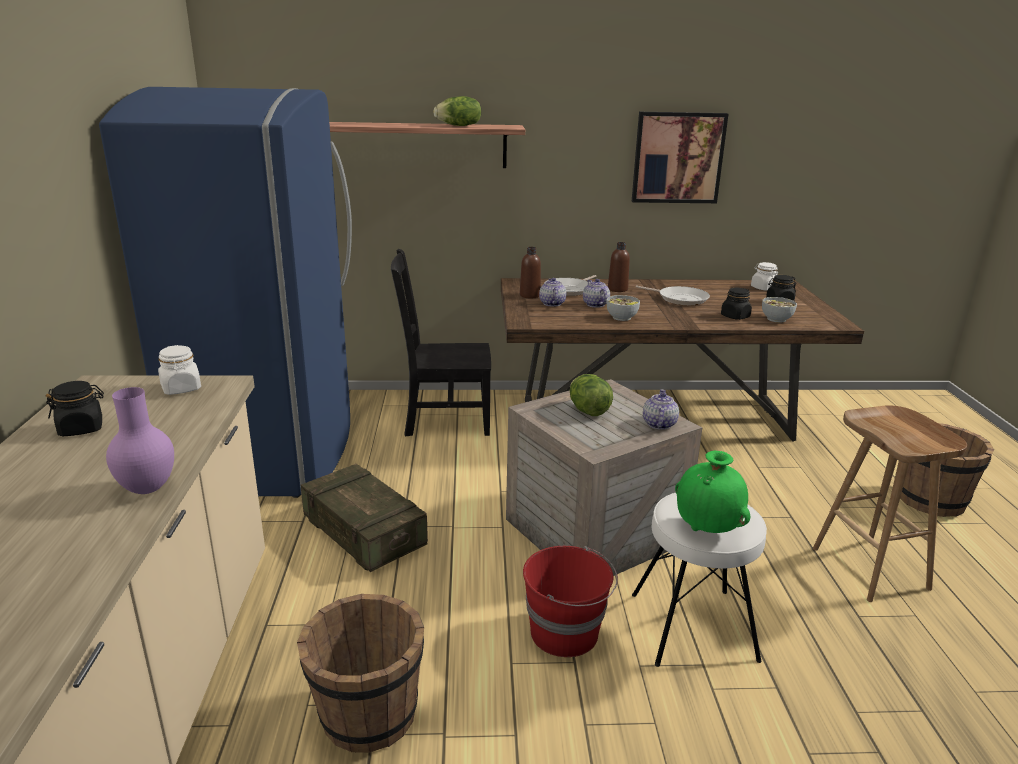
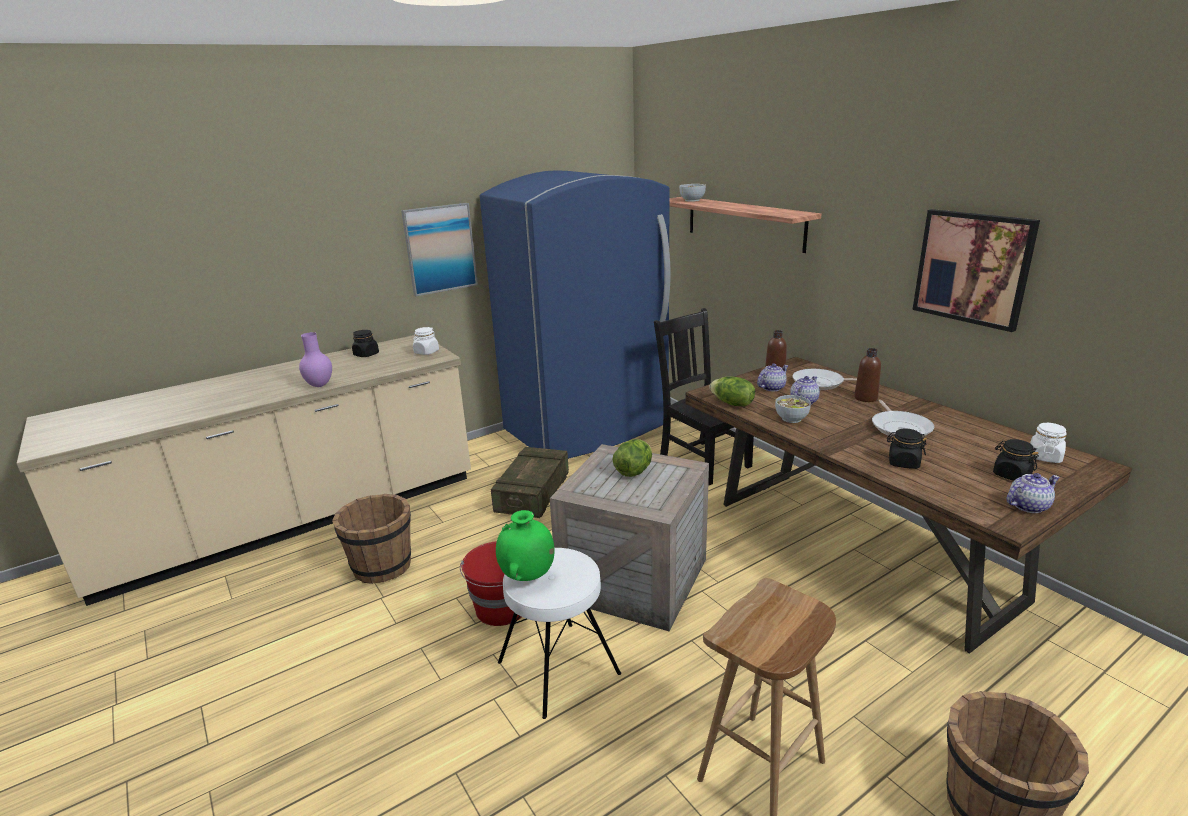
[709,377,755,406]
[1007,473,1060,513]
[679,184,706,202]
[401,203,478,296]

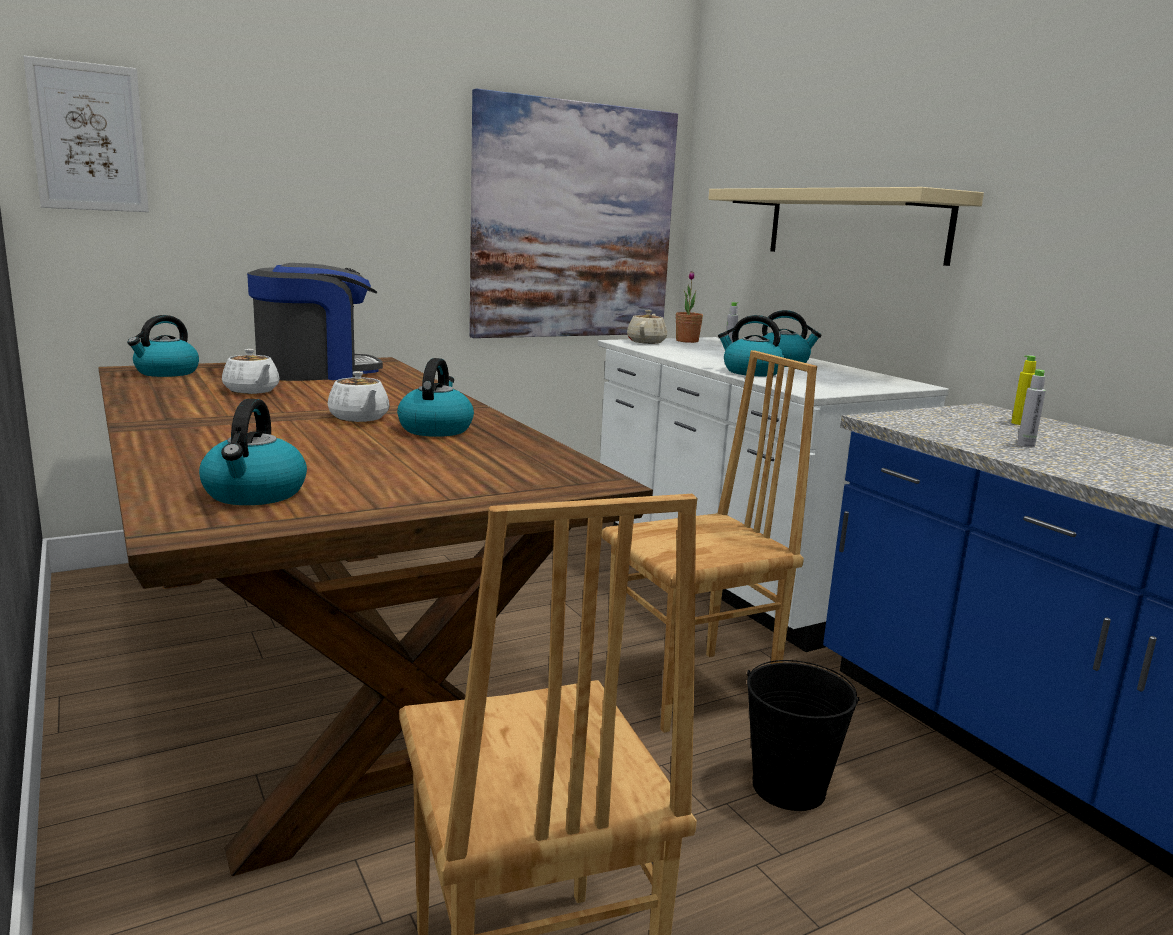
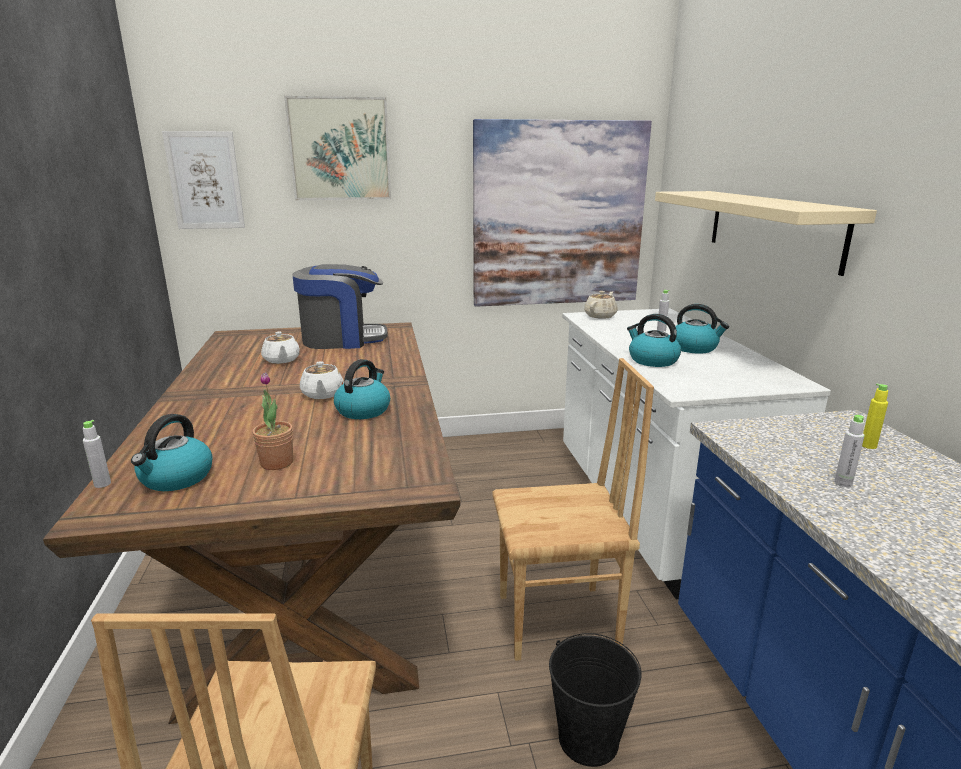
[127,315,199,377] (first image)
[252,372,293,470]
[83,420,111,488]
[284,96,391,200]

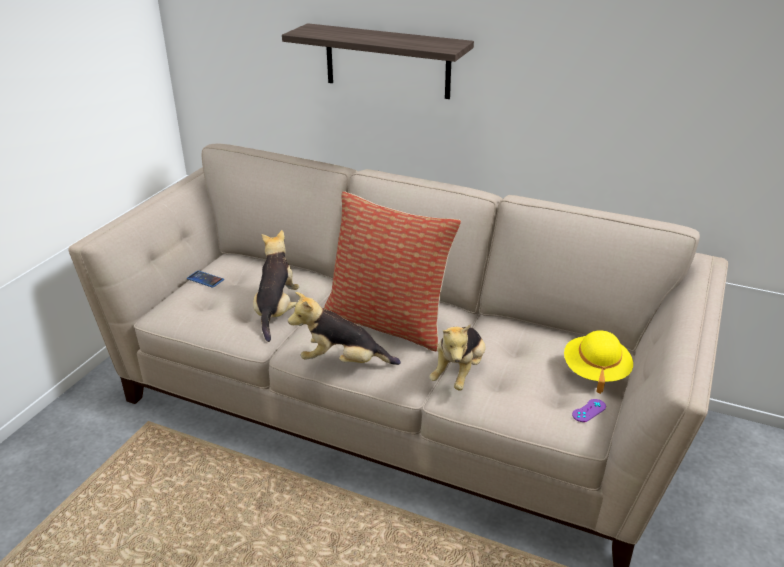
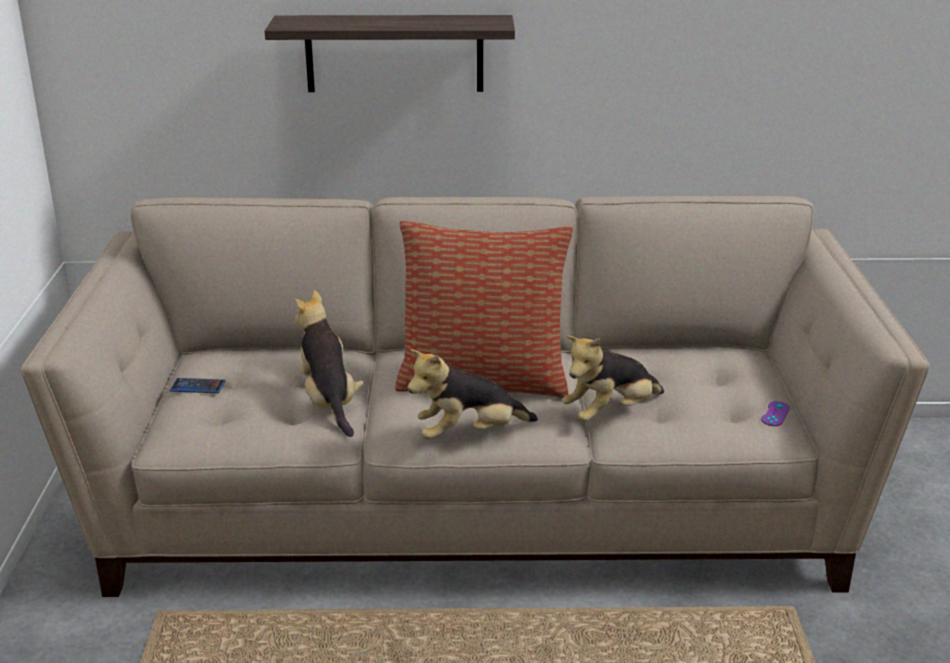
[562,336,664,422]
[564,330,633,394] (first image)

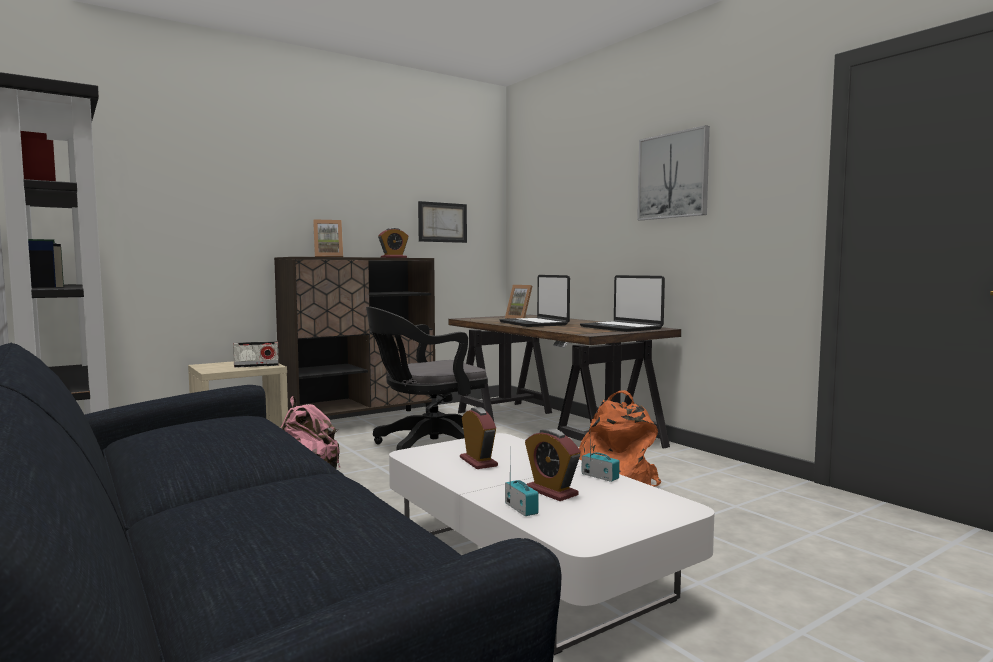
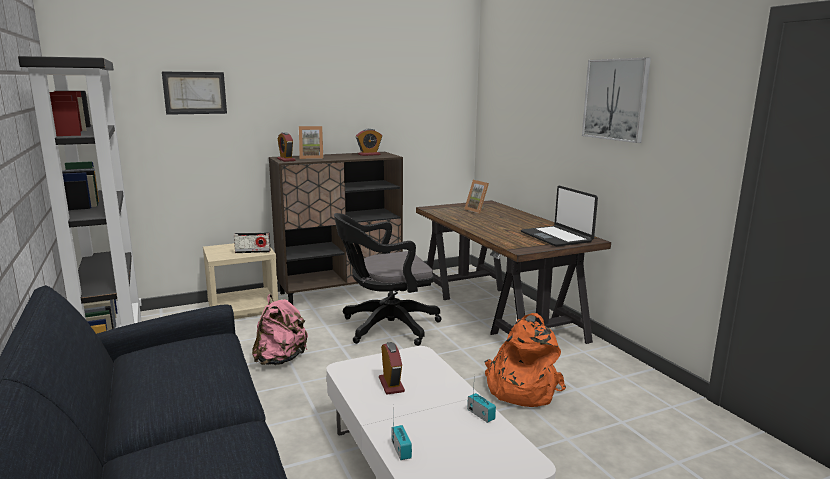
[162,72,227,115]
[499,275,570,327] (first image)
[277,132,295,162]

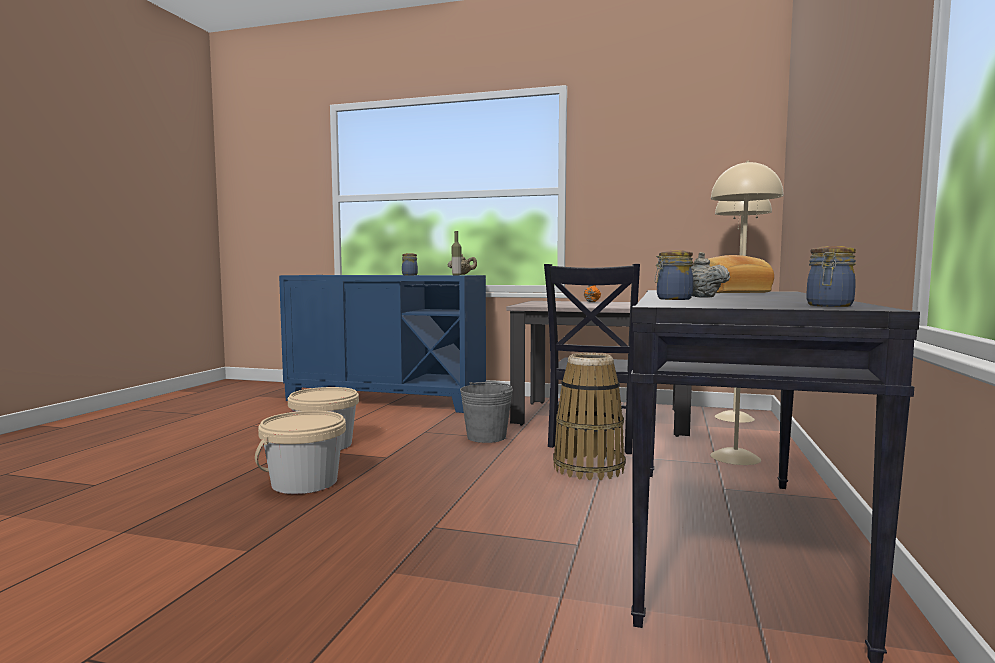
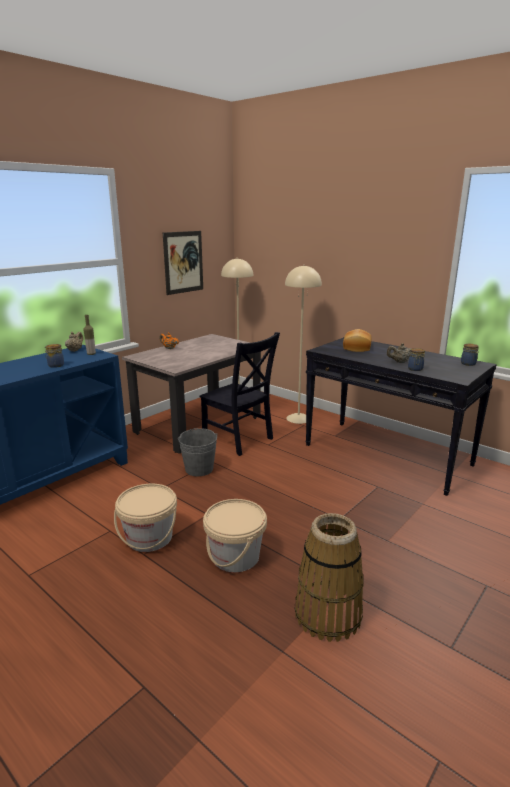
[295,513,364,642]
[163,231,203,295]

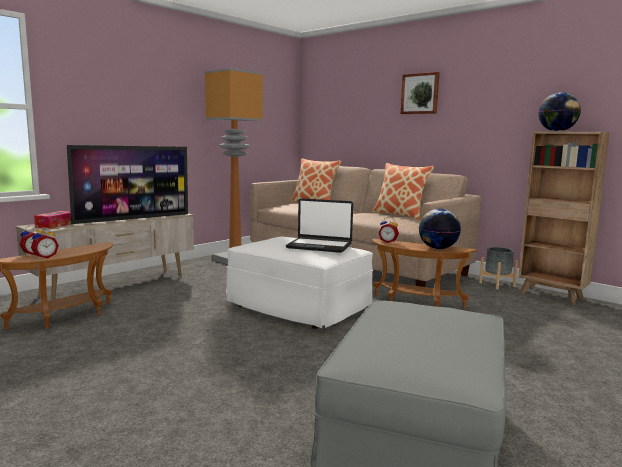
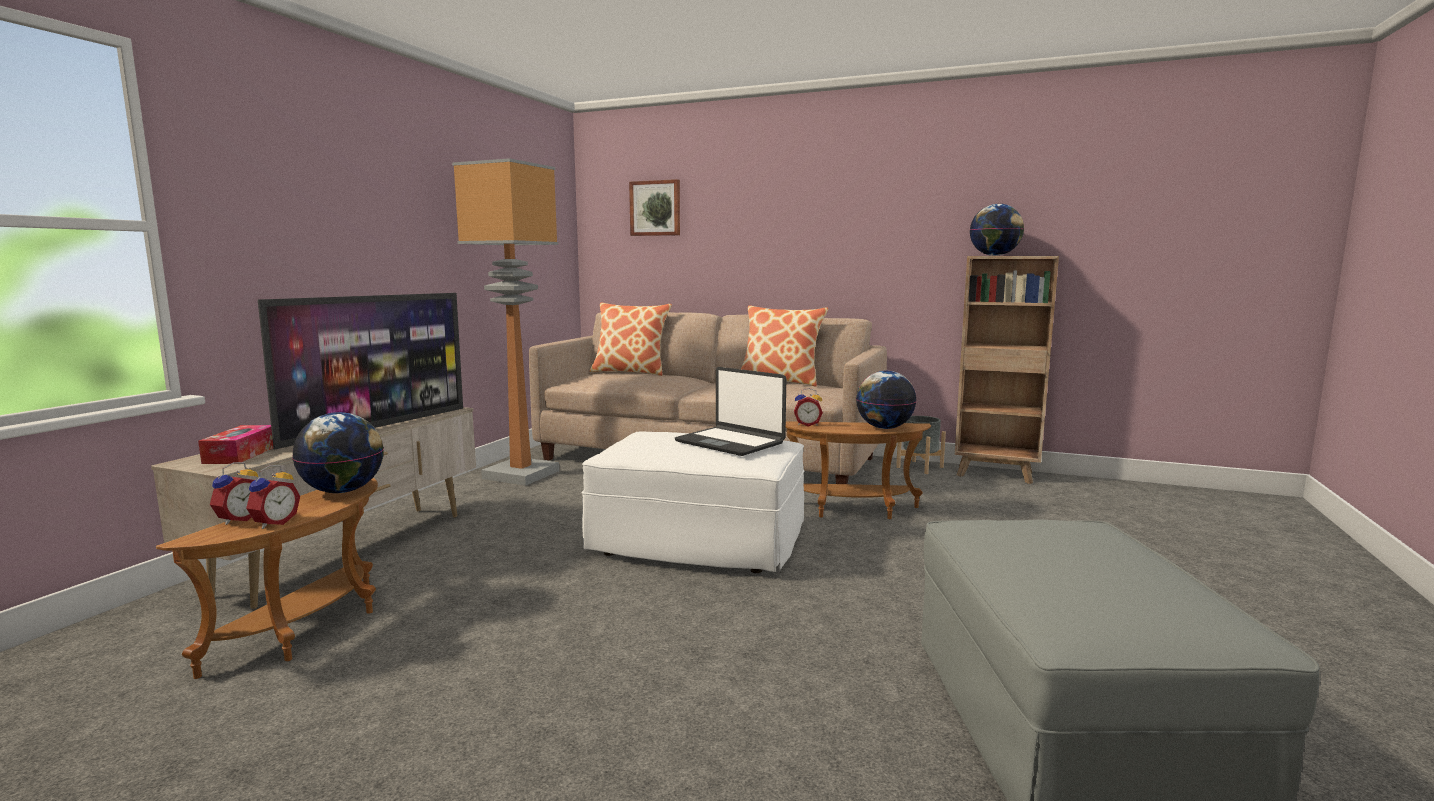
[675,367,786,456]
[629,179,680,236]
[292,412,384,493]

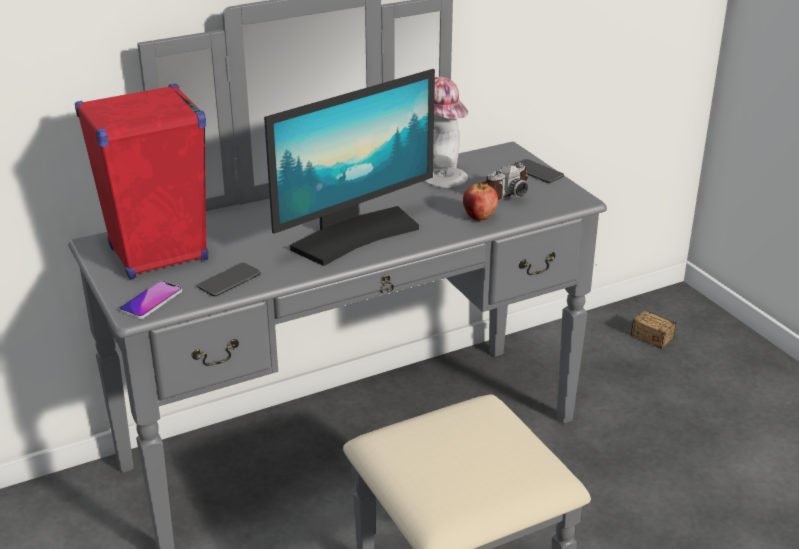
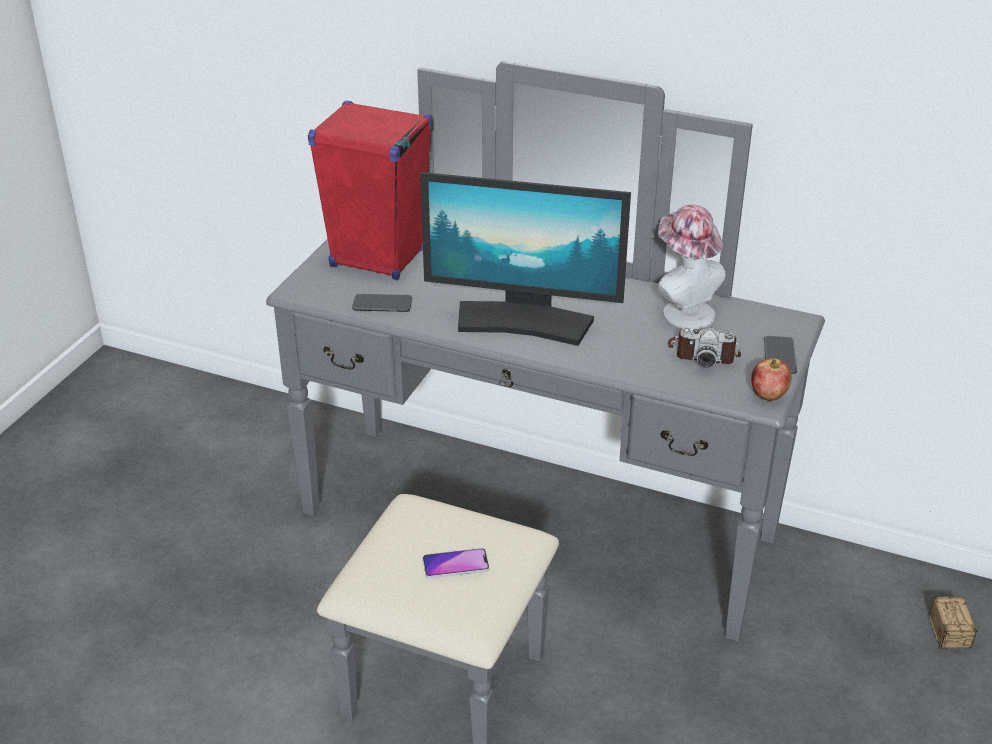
[423,548,489,579]
[751,358,791,401]

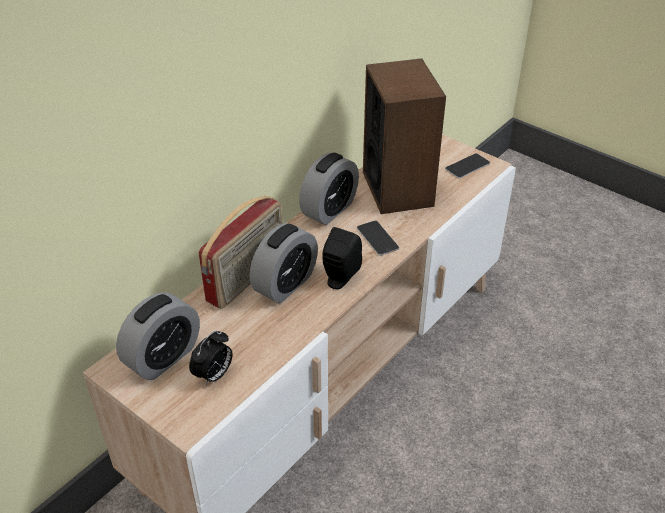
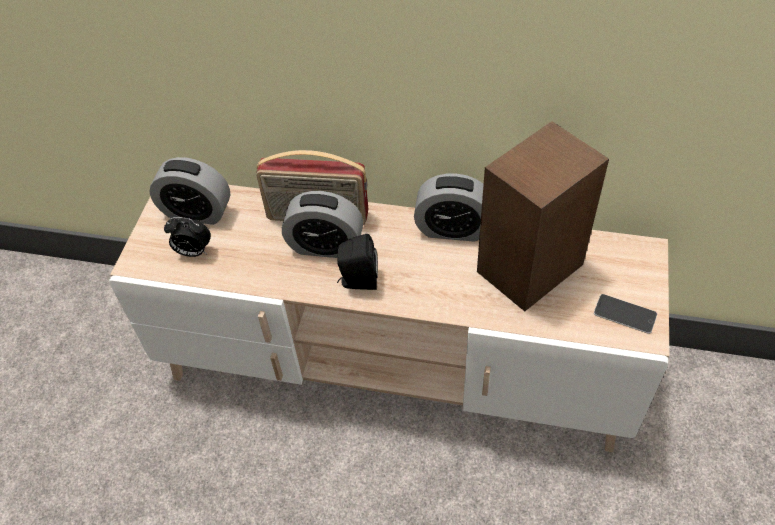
[357,220,399,256] (first image)

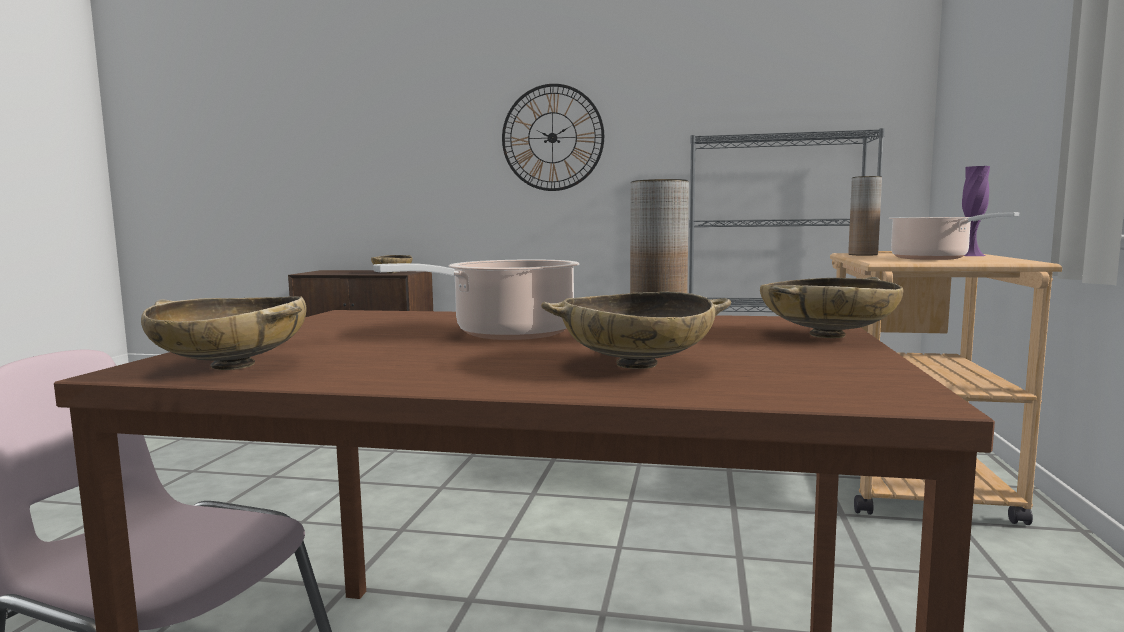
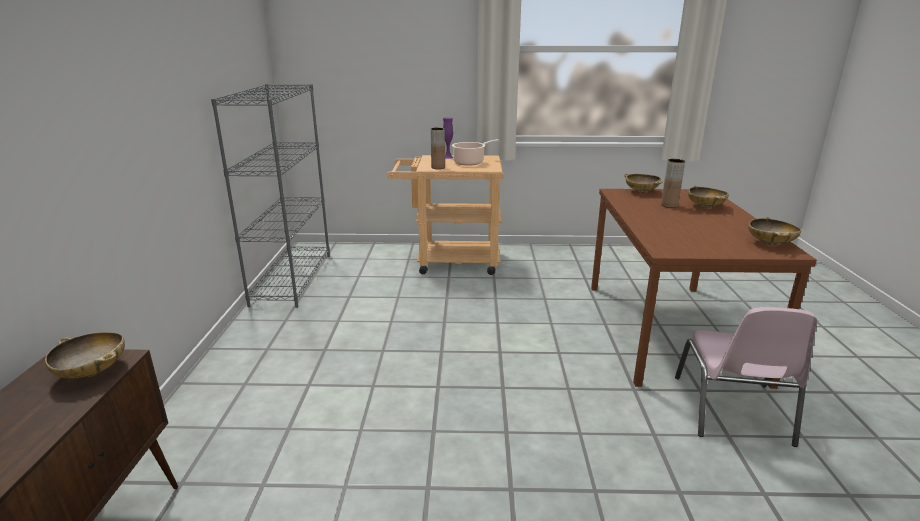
[373,260,579,340] (first image)
[502,84,604,191] (first image)

